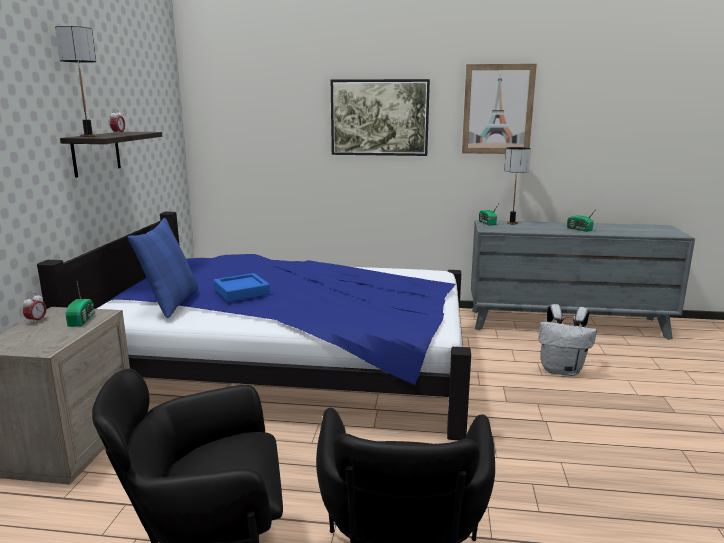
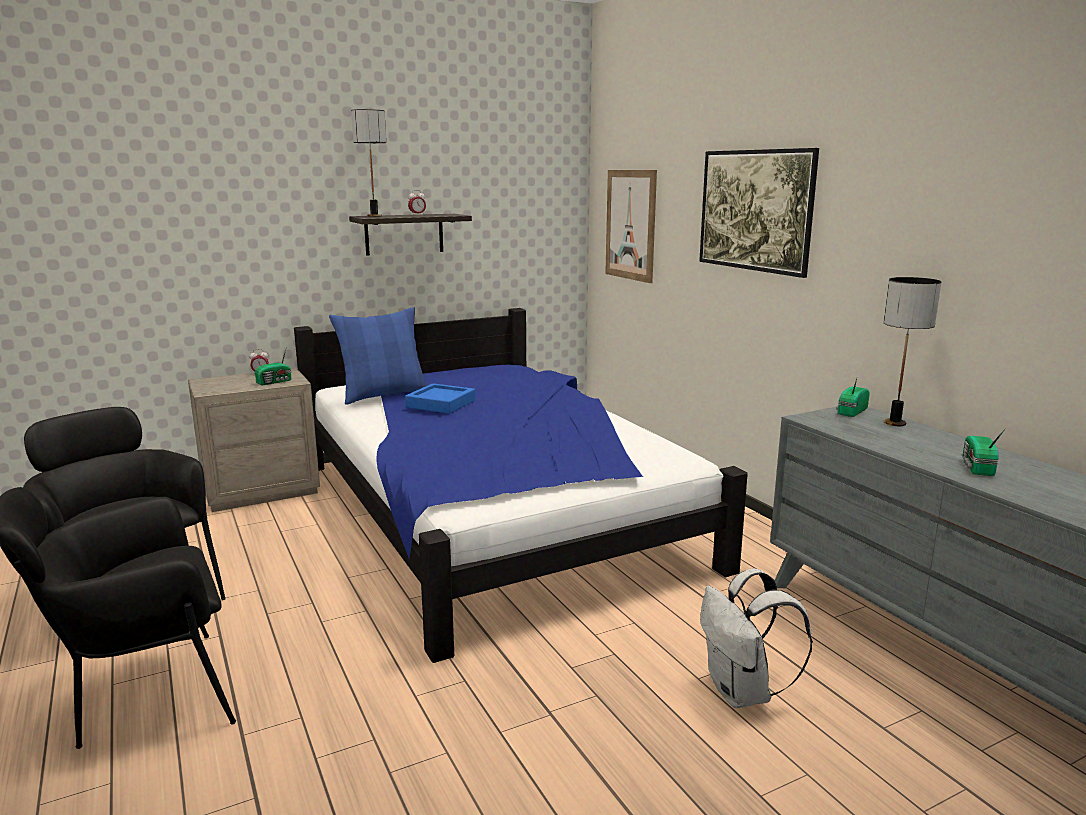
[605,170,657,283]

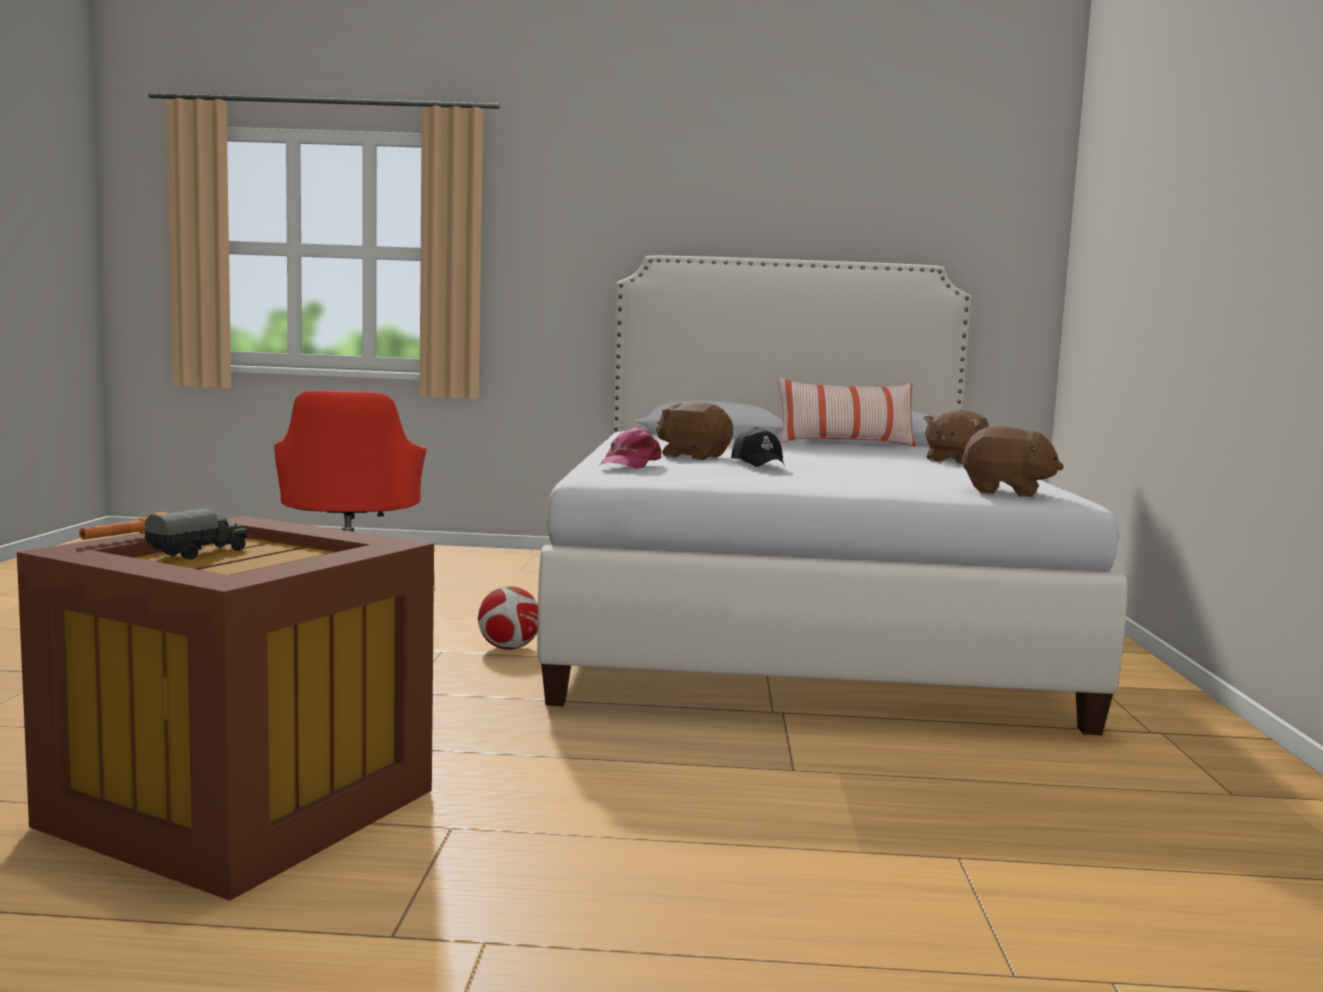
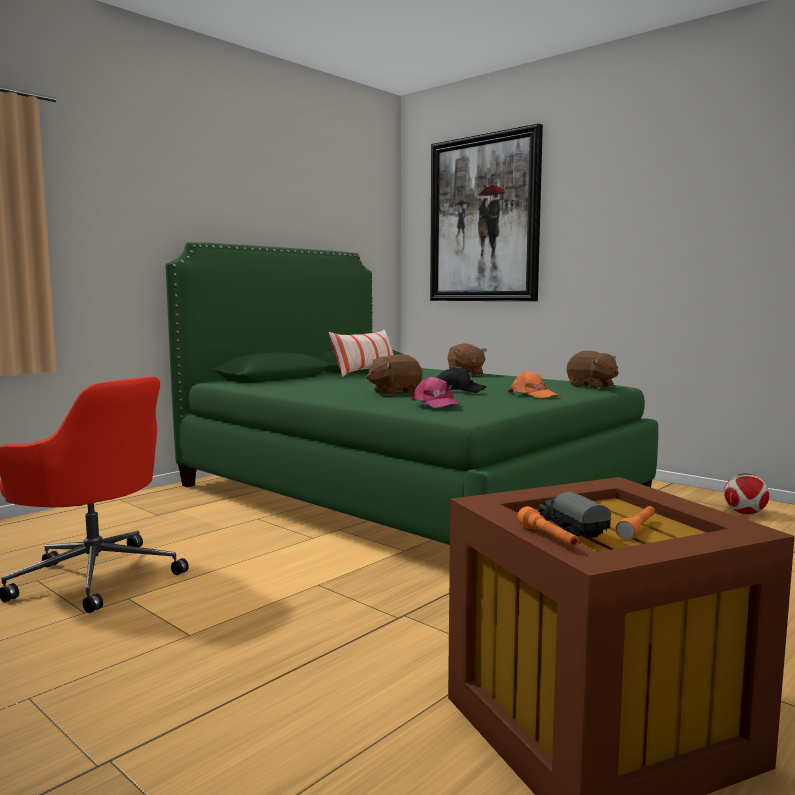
[724,473,769,514]
[166,242,658,545]
[567,351,619,389]
[430,123,543,301]
[508,371,559,398]
[615,506,655,540]

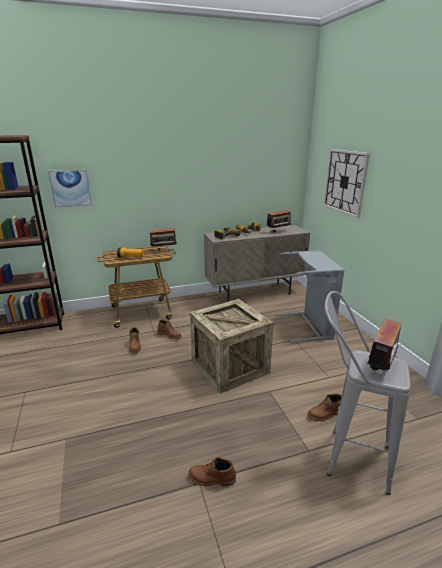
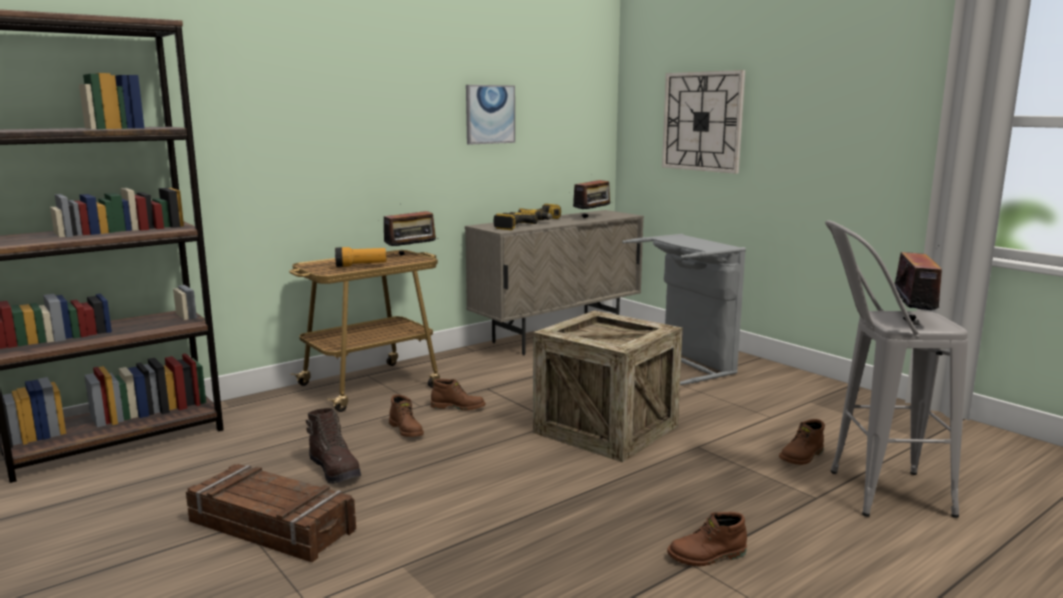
[466,85,515,145]
[186,464,356,562]
[306,408,361,484]

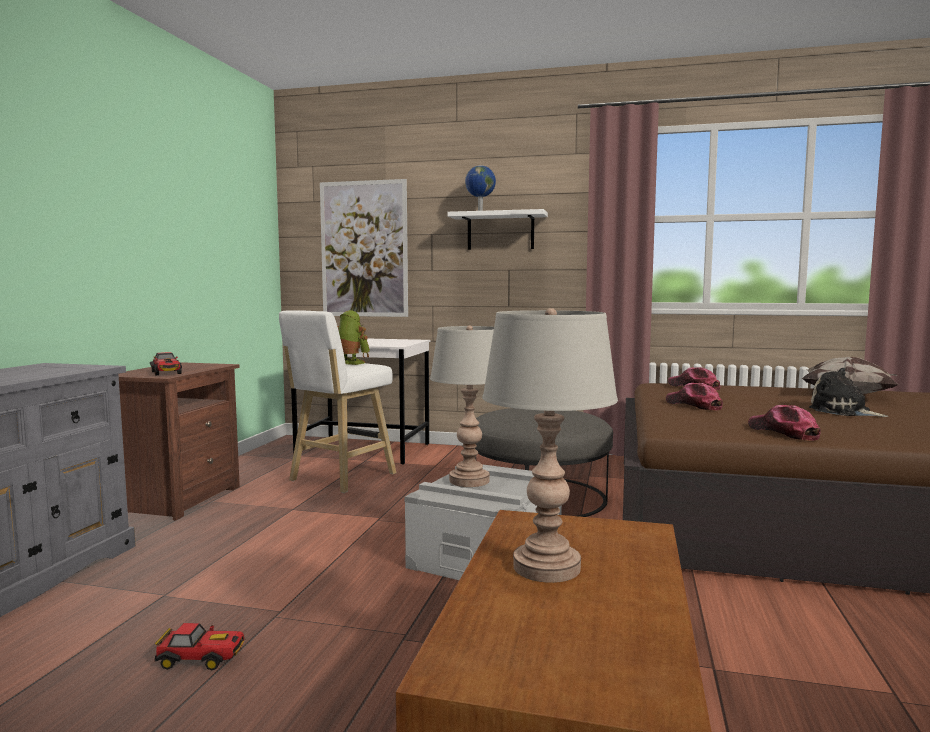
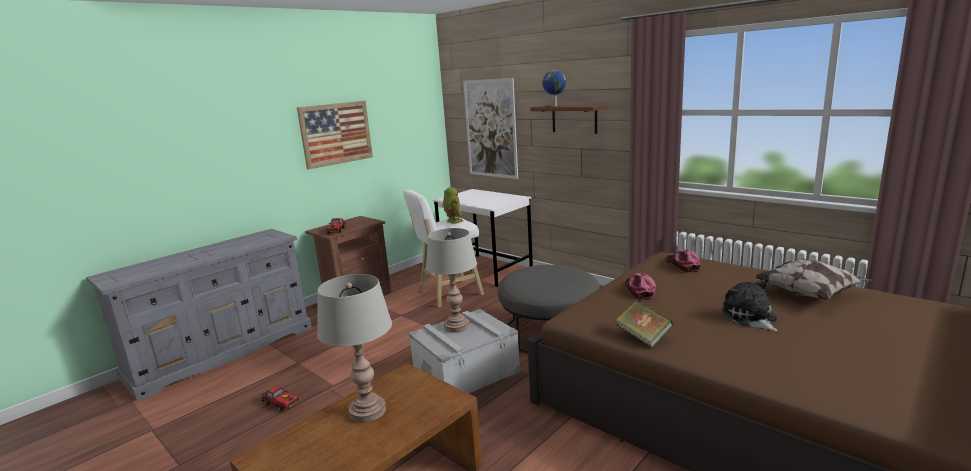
[530,105,607,134]
[615,300,673,348]
[297,101,373,169]

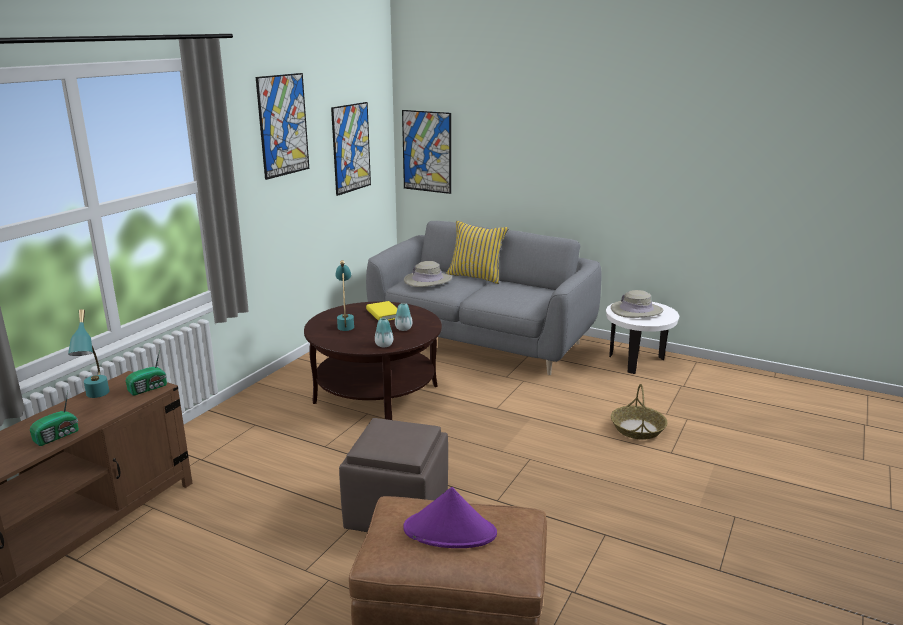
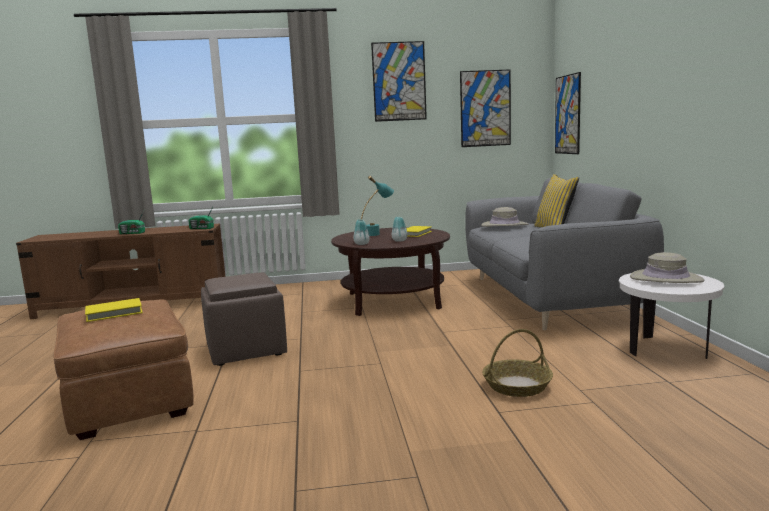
[68,309,110,398] (first image)
[85,298,143,322]

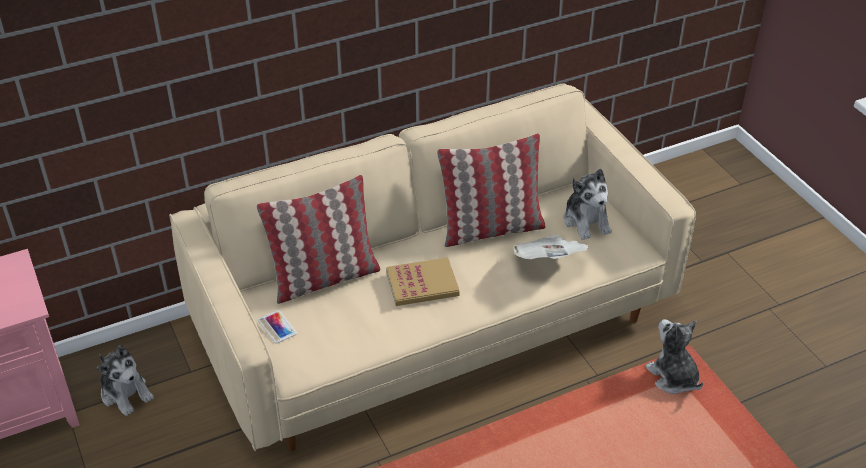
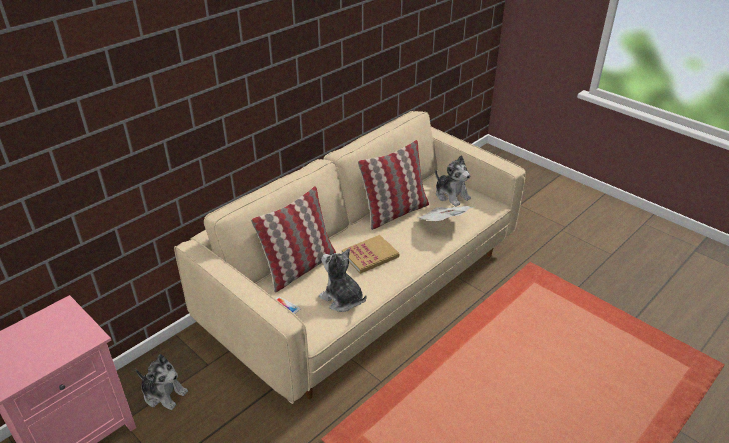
[319,248,367,312]

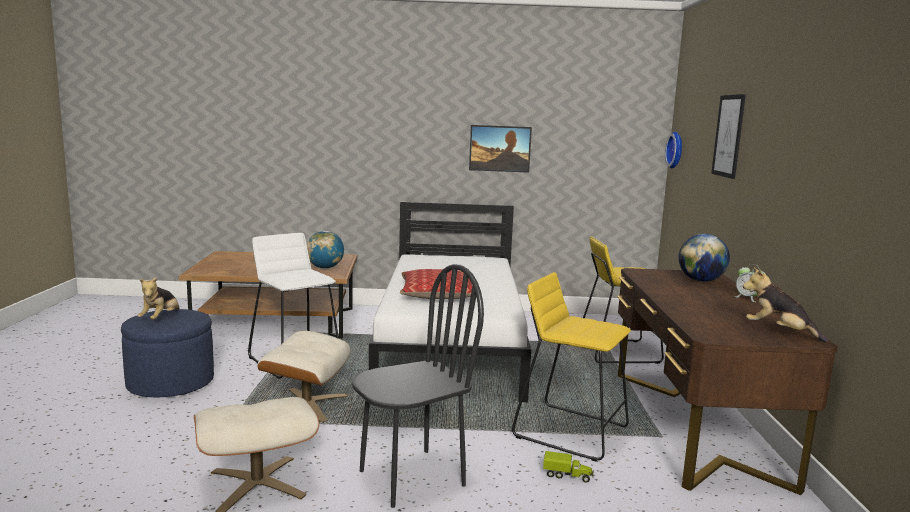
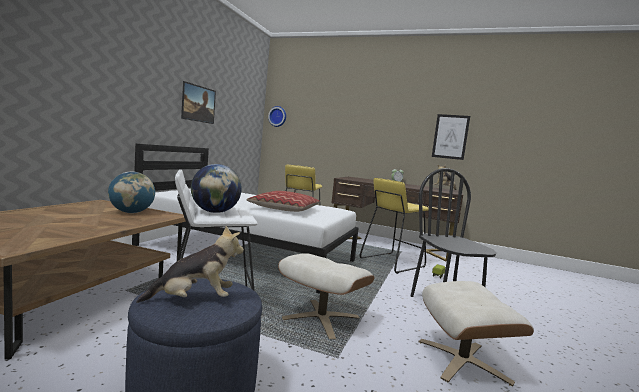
[136,226,244,303]
[191,164,242,213]
[432,114,470,160]

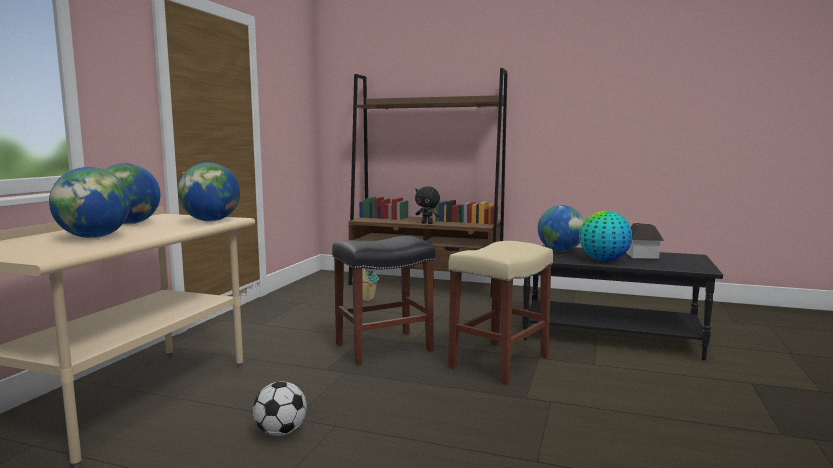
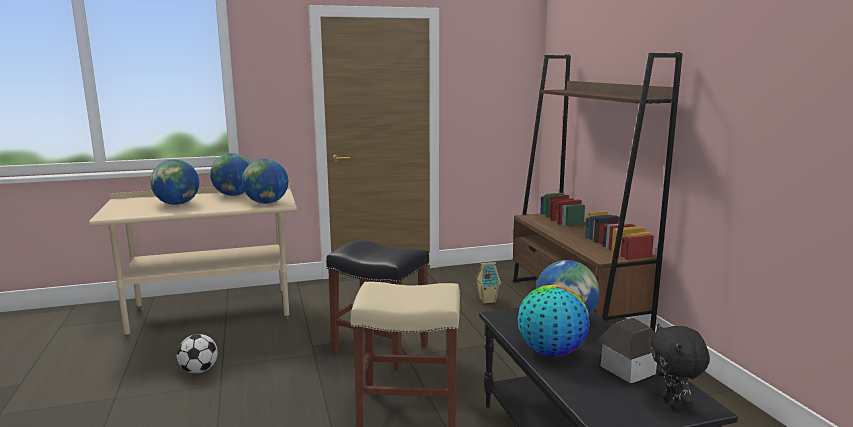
[650,324,710,410]

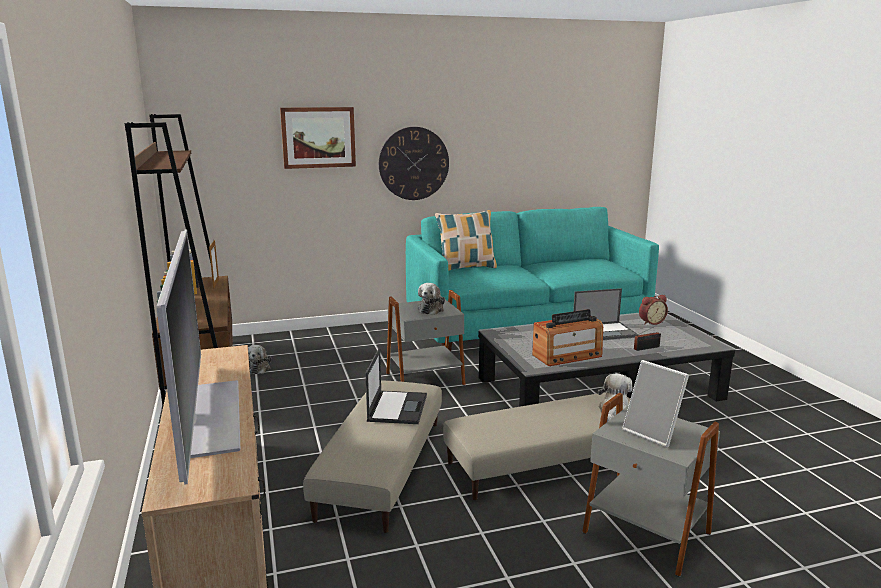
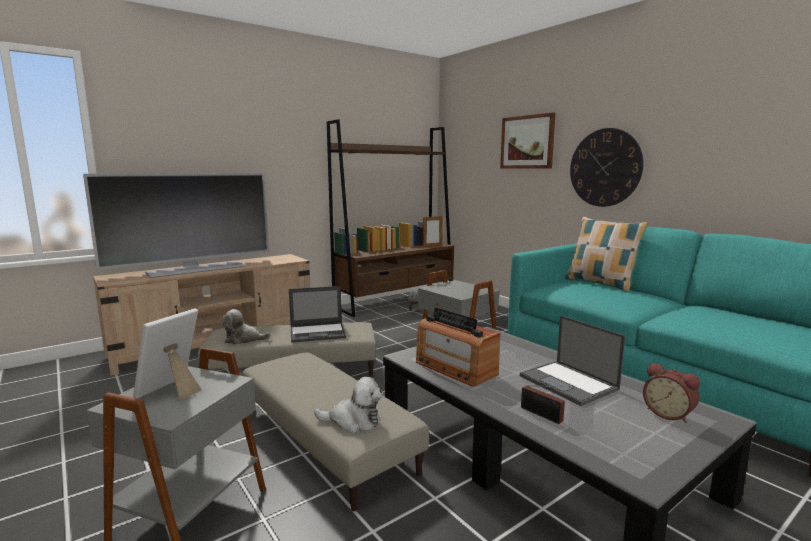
[222,309,271,345]

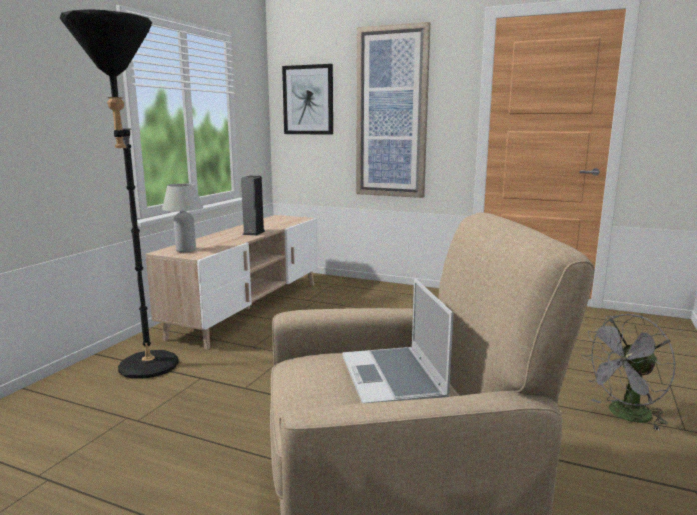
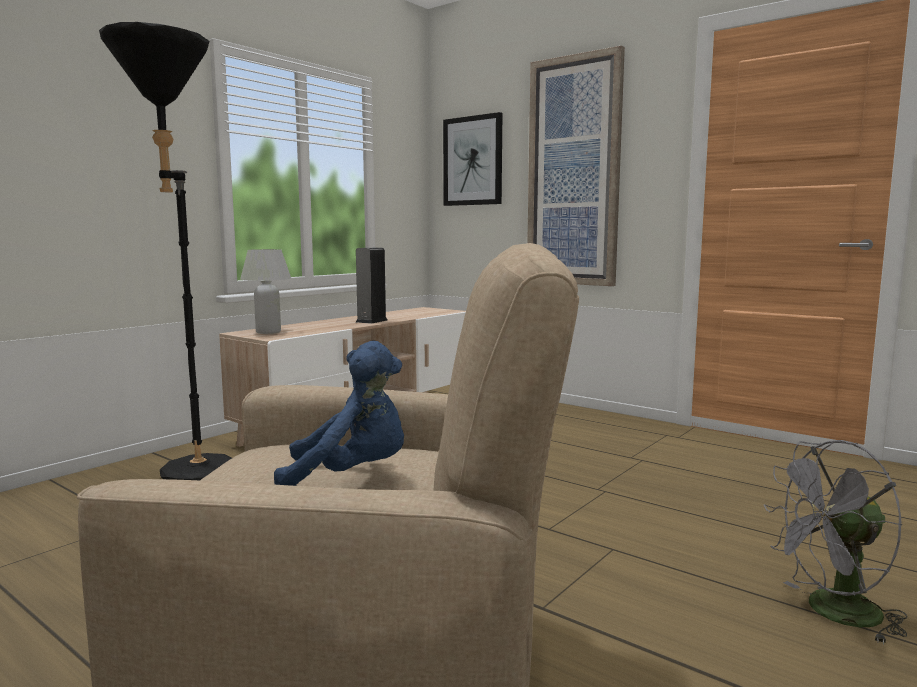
[274,341,404,486]

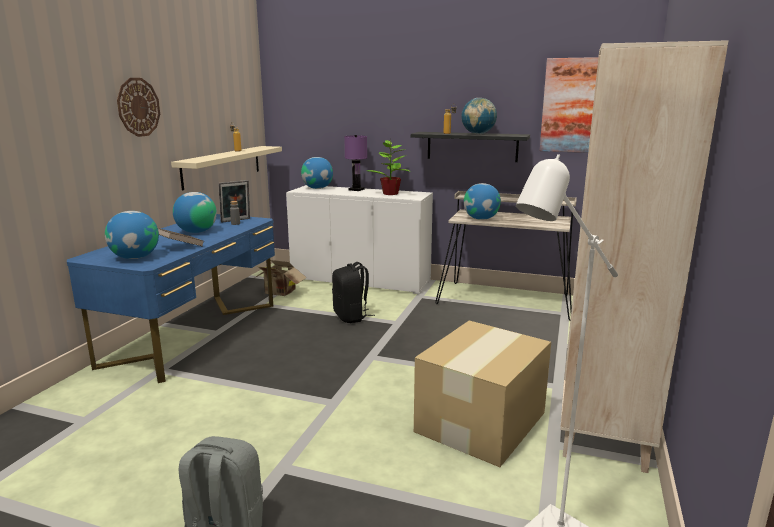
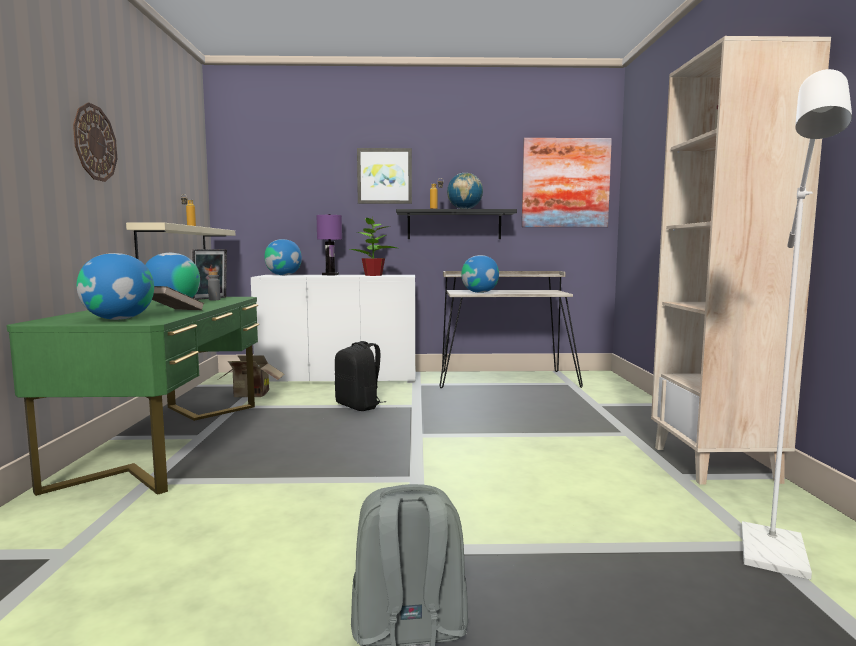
[6,297,259,496]
[414,321,551,467] (first image)
[357,148,412,204]

